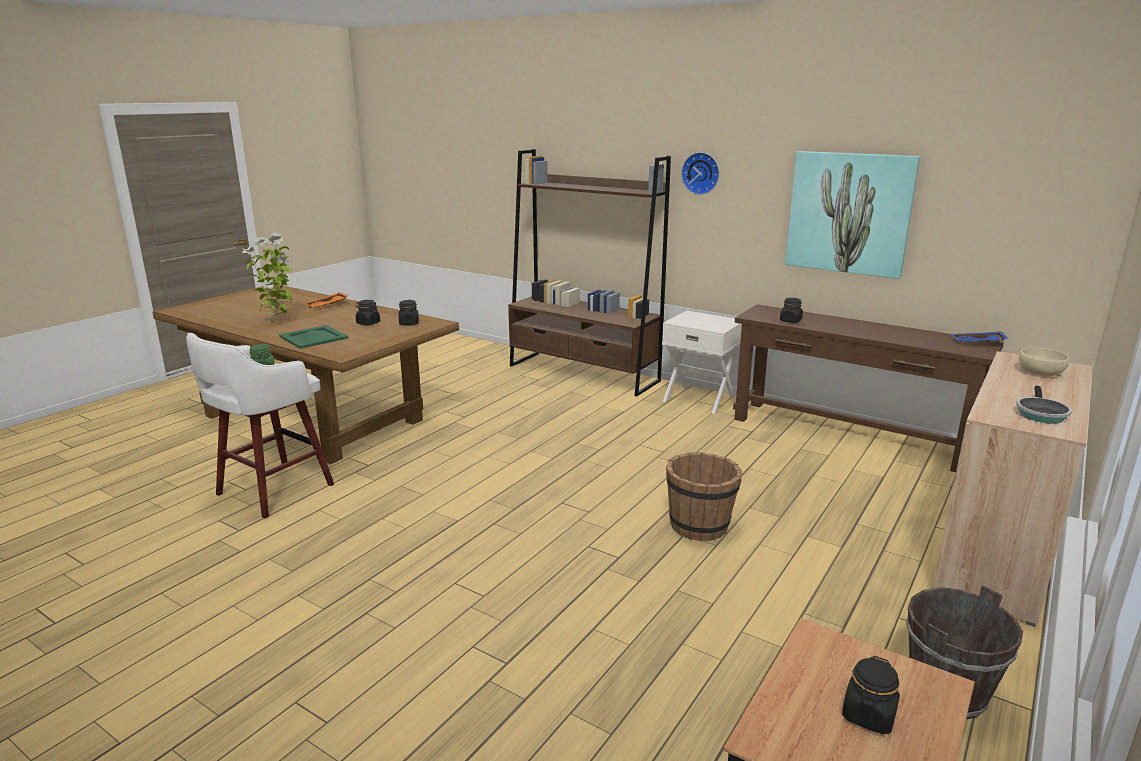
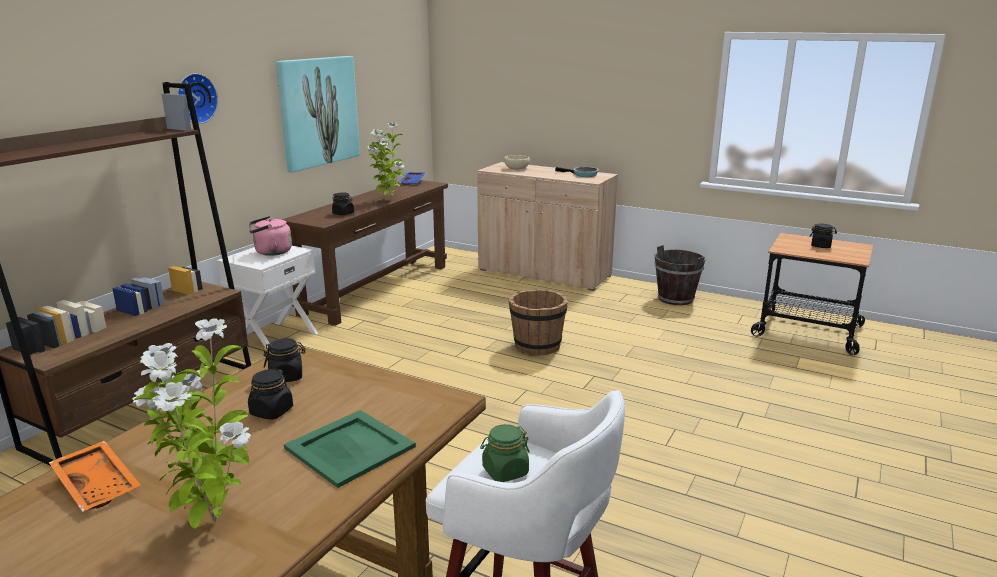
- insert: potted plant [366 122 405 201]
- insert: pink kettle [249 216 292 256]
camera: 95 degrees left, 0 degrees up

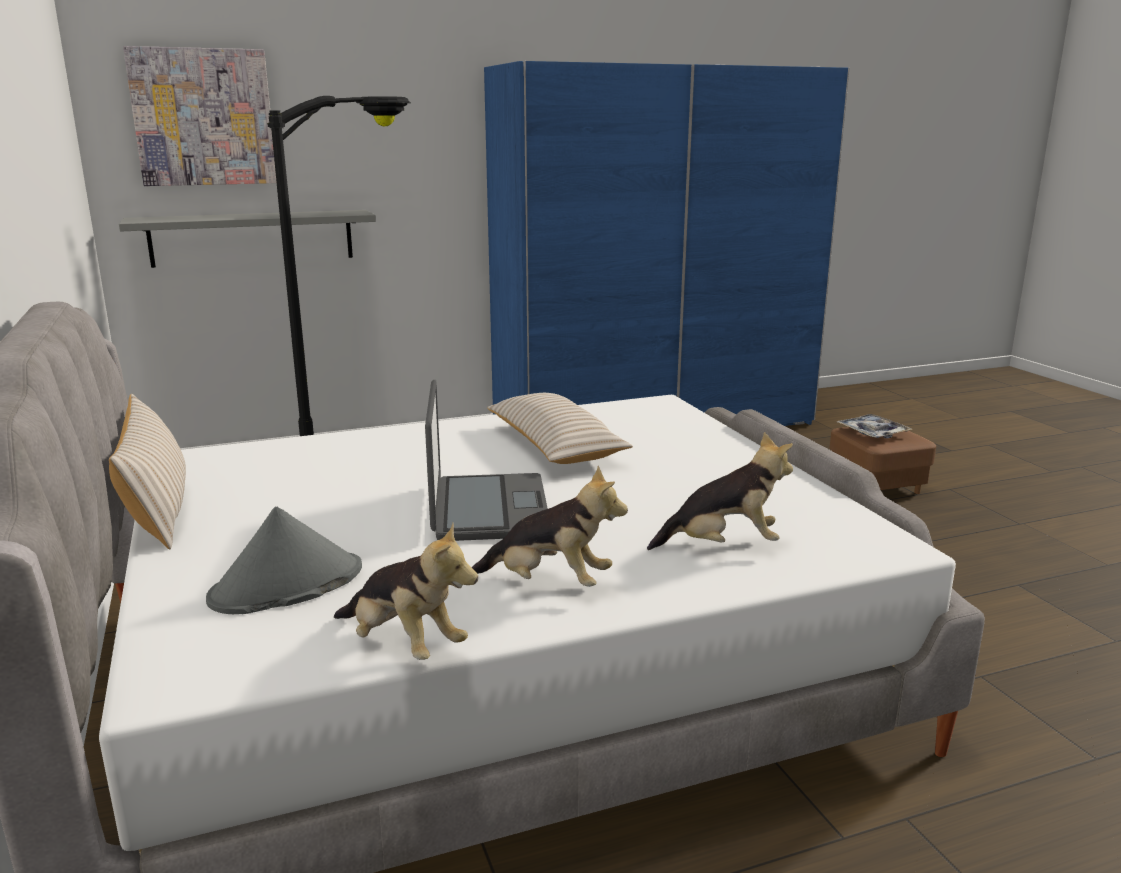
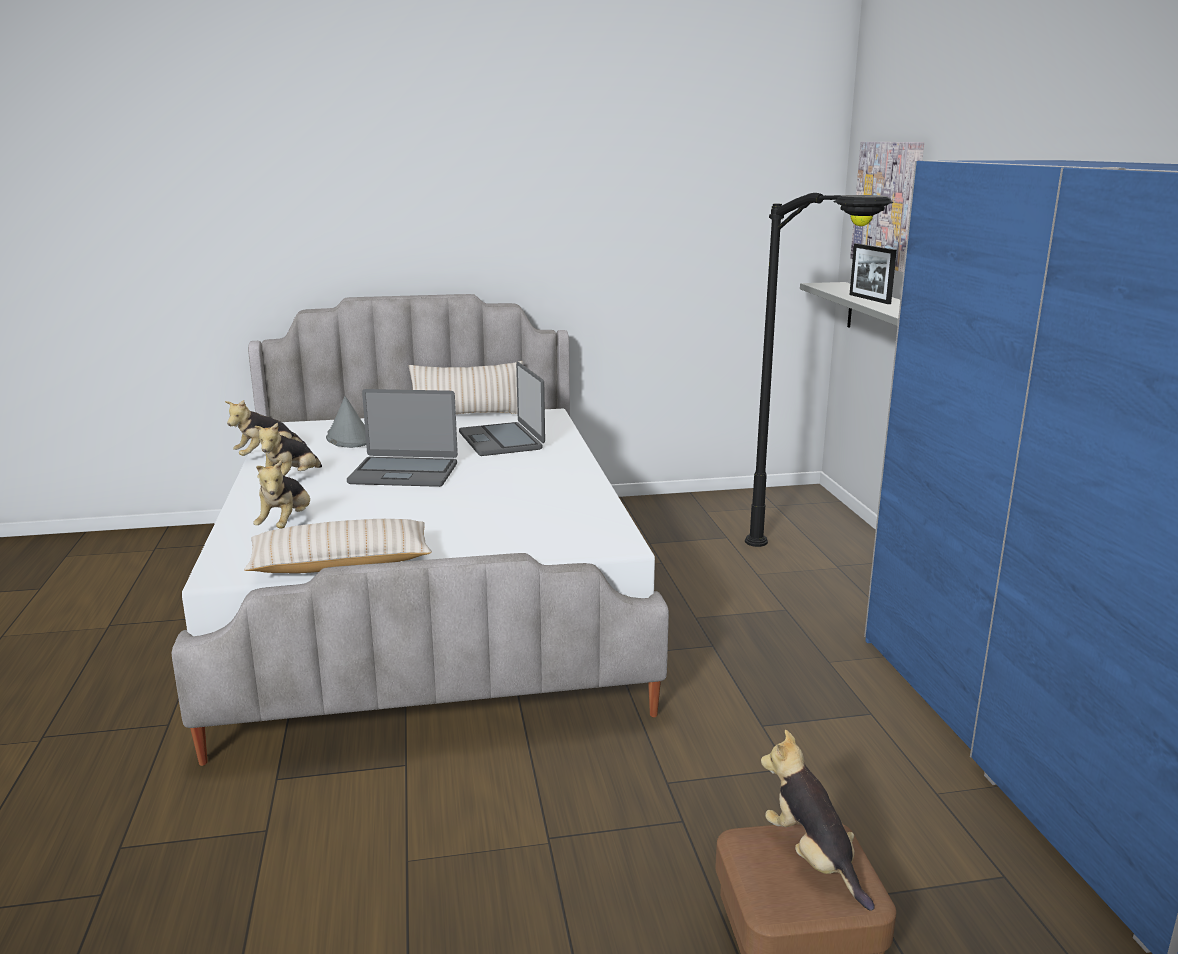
- move: beige pillow [487 393 633 464] to [244 519 432 573]
- replace: tray [837 414 912 439] to plush toy [761 730 875 911]
- insert: picture frame [849 243 897 304]
- insert: laptop [459 362 545 456]
camera: 100 degrees right, 0 degrees up

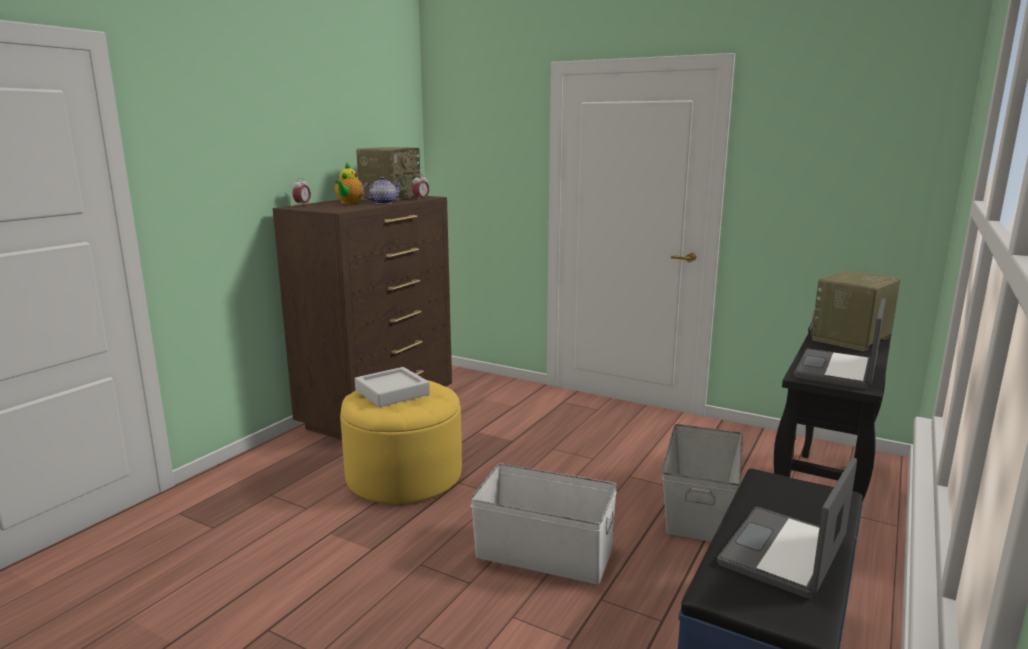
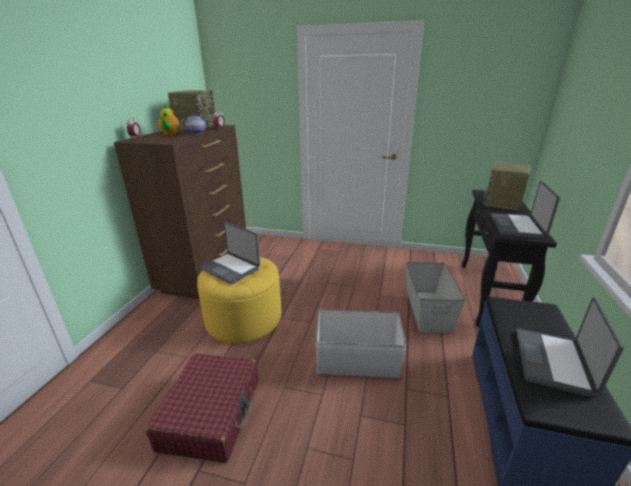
- replace: grey tray [355 367 430 407] to laptop [200 222 260 284]
- insert: red suitcase [146 353 258 463]
camera: 15 degrees left, 10 degrees up

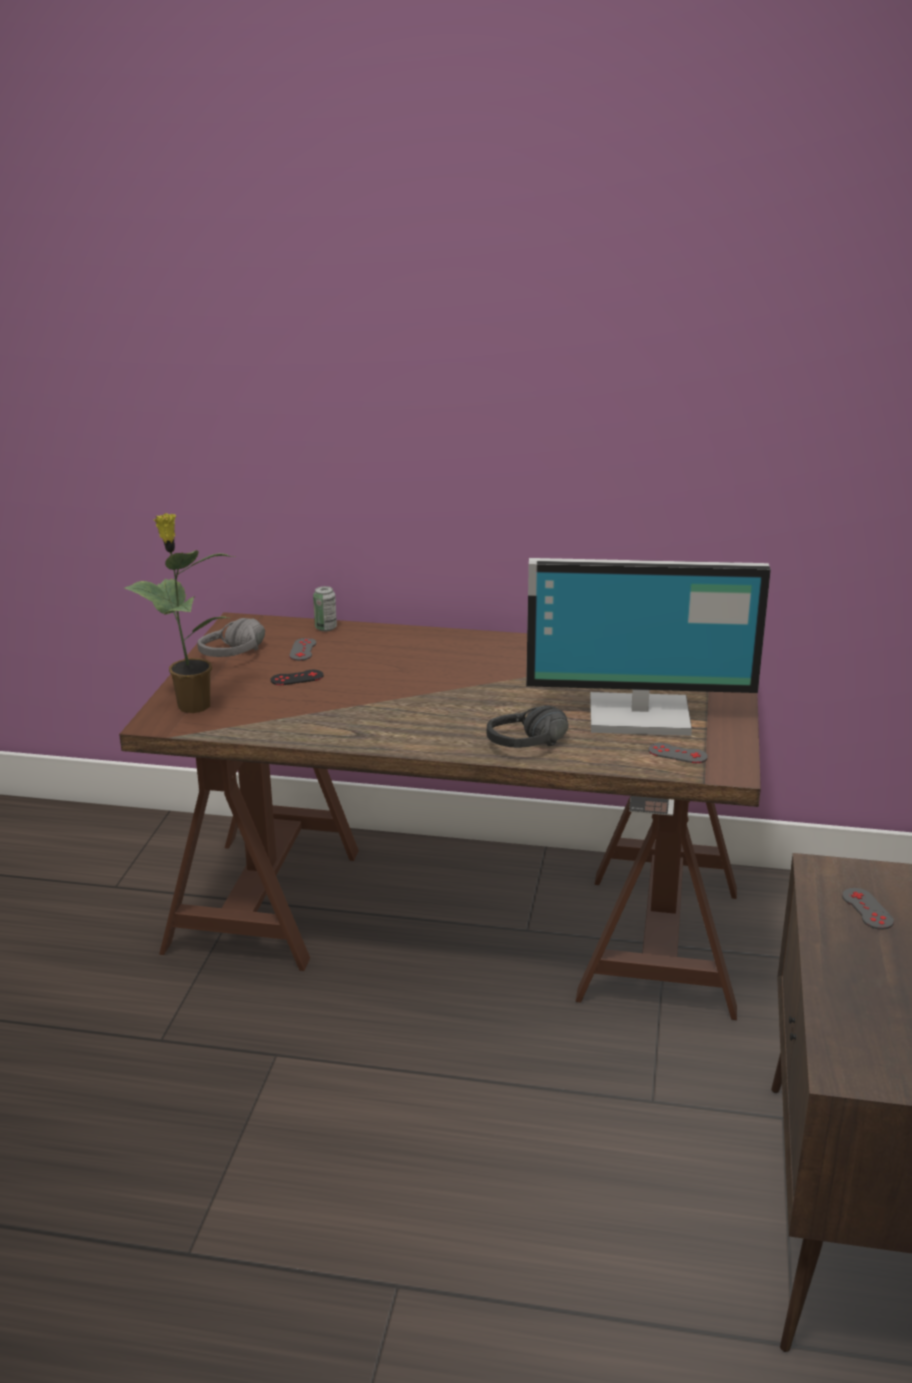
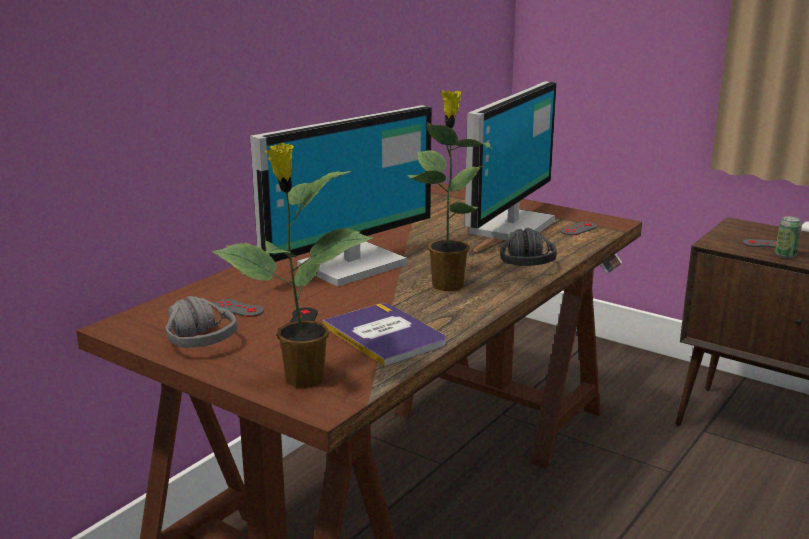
- move: can [313 586 337 632] to [775 216 802 258]
- insert: potted plant [408 90 492 291]
- insert: monitor [250 105 432 287]
- insert: book [323 303 446 366]
camera: 65 degrees left, 5 degrees down

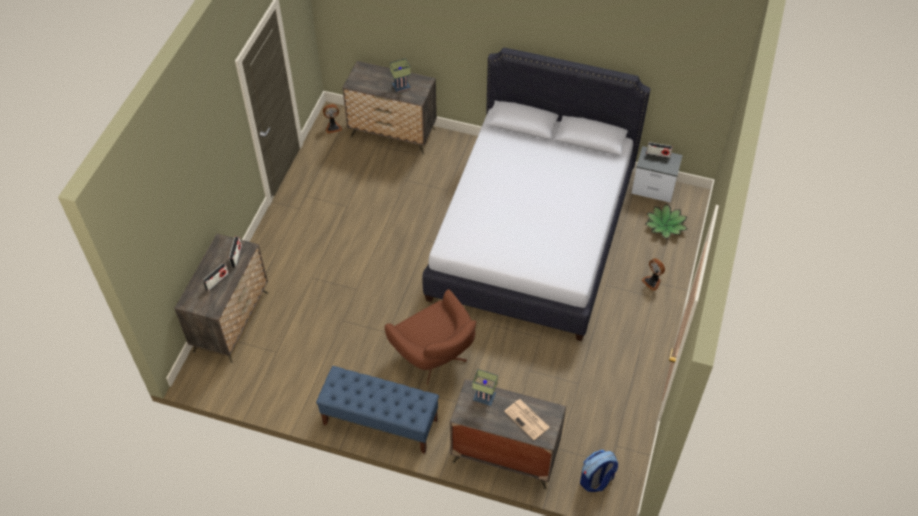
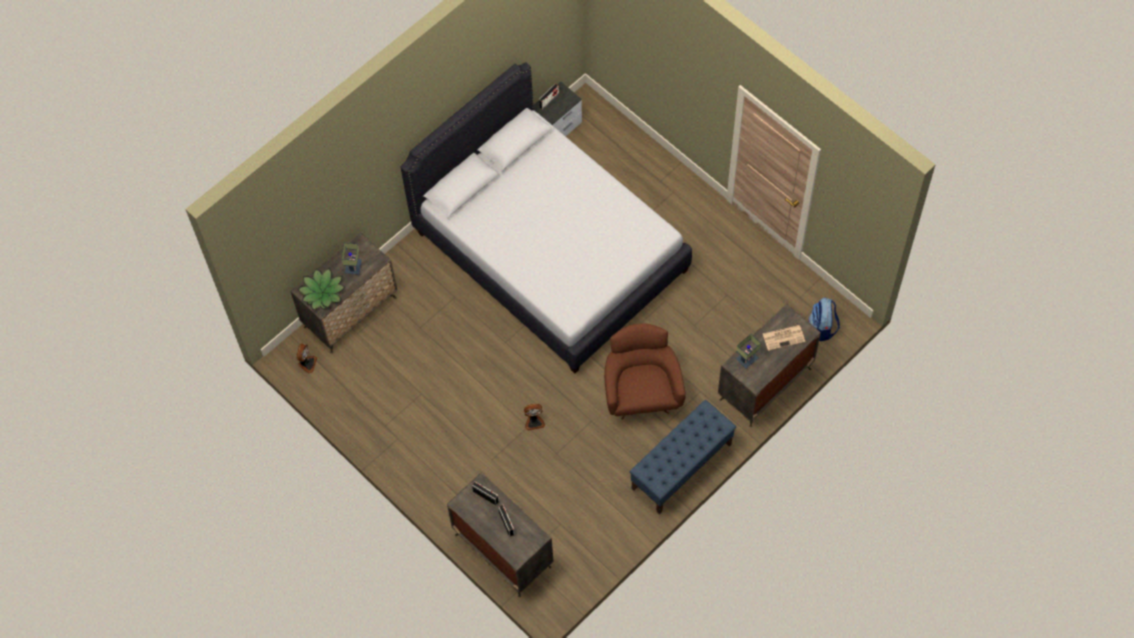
- move: potted plant [646 204 687 239] to [298 268 345 310]
- move: fan [641 258 665 291] to [524 404 545 431]
- rotate: brown armchair [385 290 476 385] = [604 323 686 419] 90 degrees counterclockwise
camera: 60 degrees left, 10 degrees up

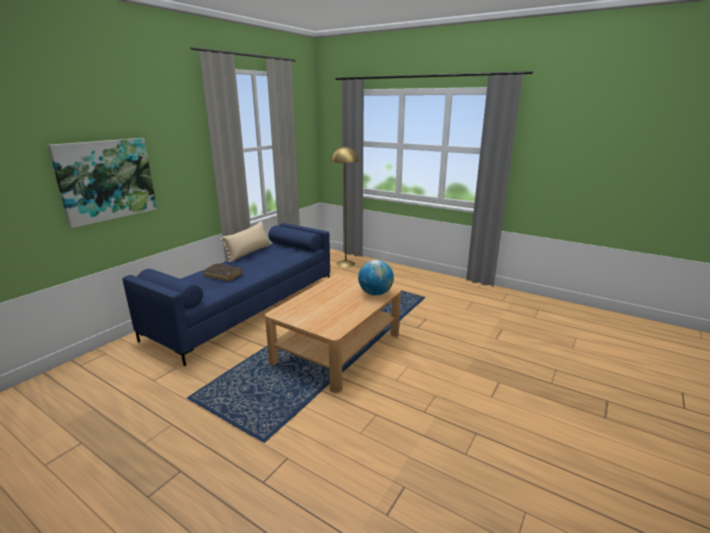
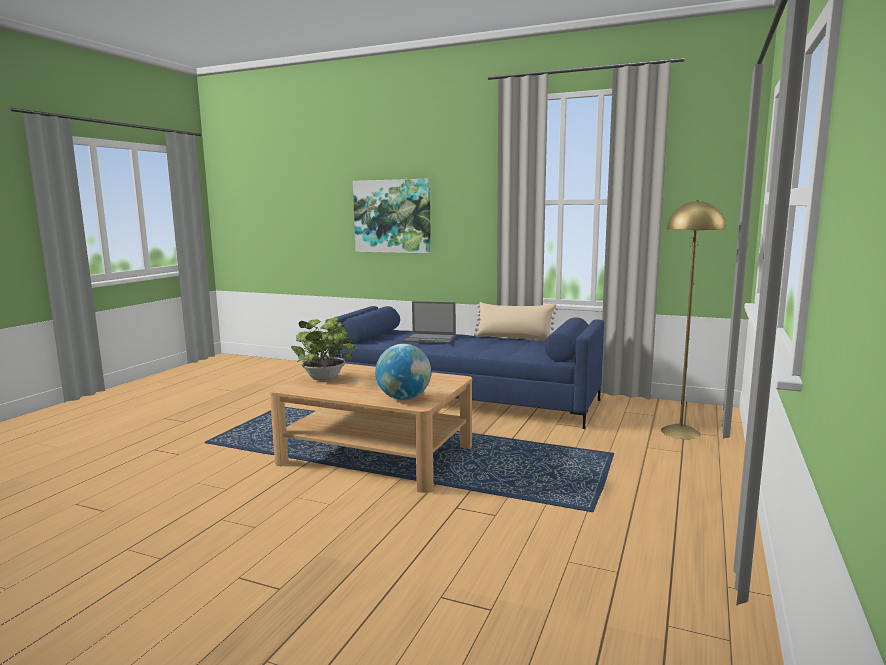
- replace: brown book [203 263 243 282] to laptop [404 301 456 344]
- insert: potted plant [291 316 358 381]
camera: 80 degrees right, 10 degrees down

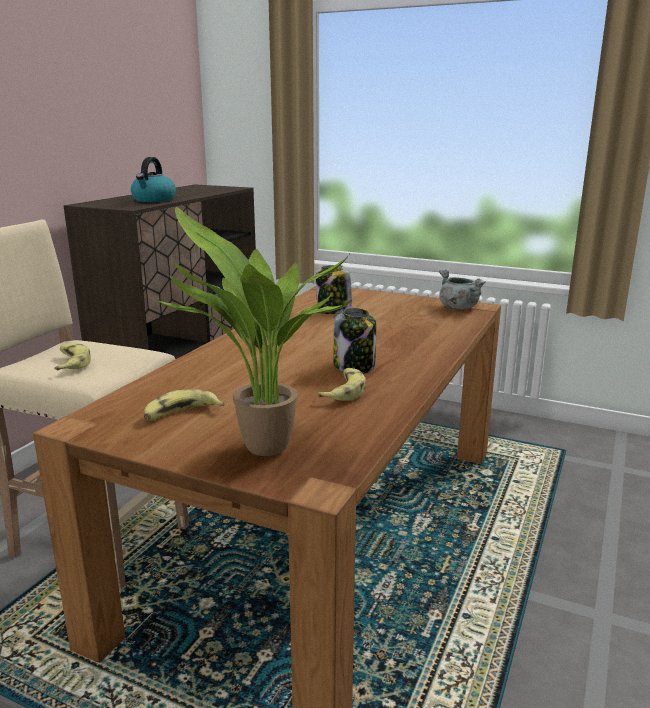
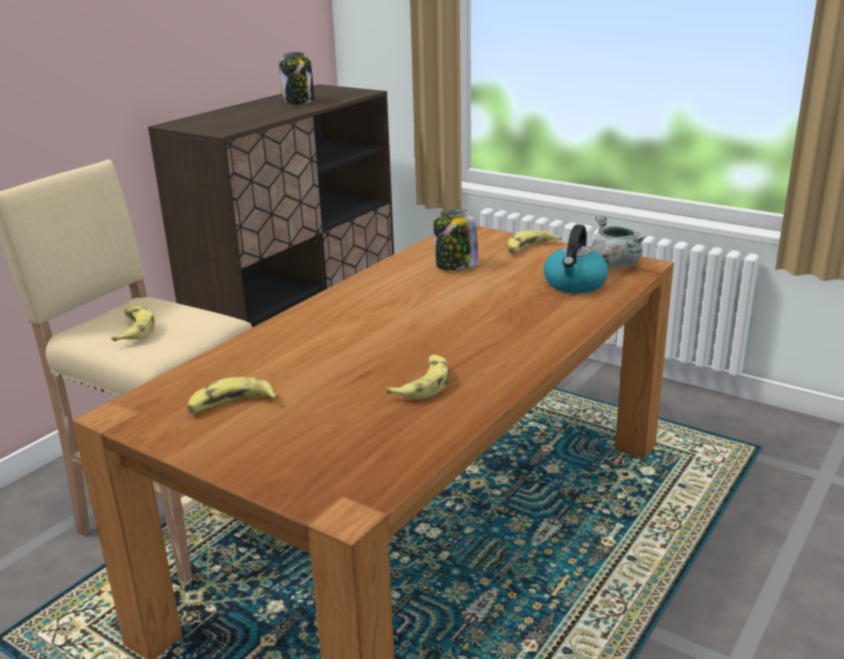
- move: kettle [131 157 176 202] to [544 225 608 293]
- delete: potted plant [152 207 352 456]
- move: jar [333 308 376 373] to [279 52 315 104]
- insert: banana [507 230 562 254]
camera: 10 degrees right, 5 degrees up

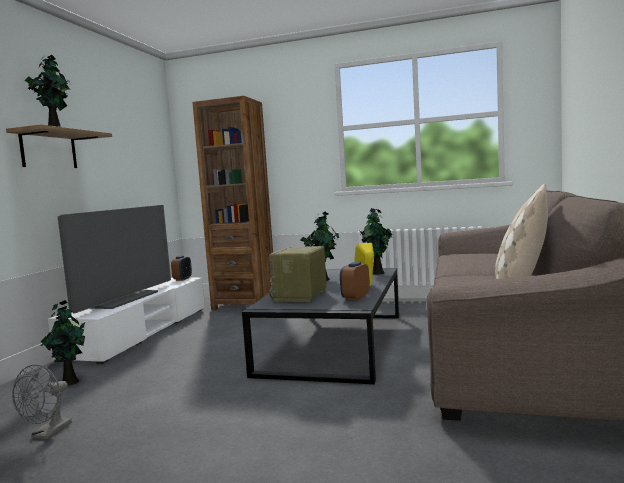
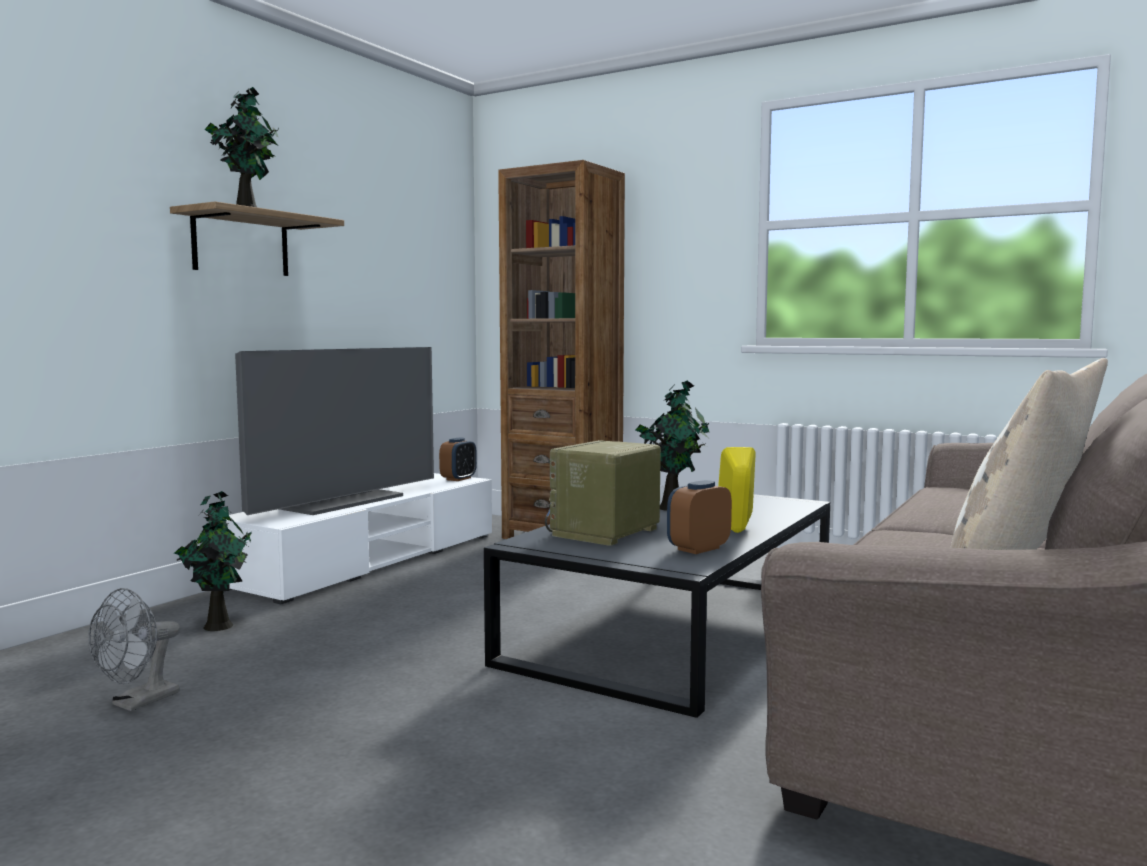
- delete: potted plant [359 208 394 275]
camera: 15 degrees right, 0 degrees up

